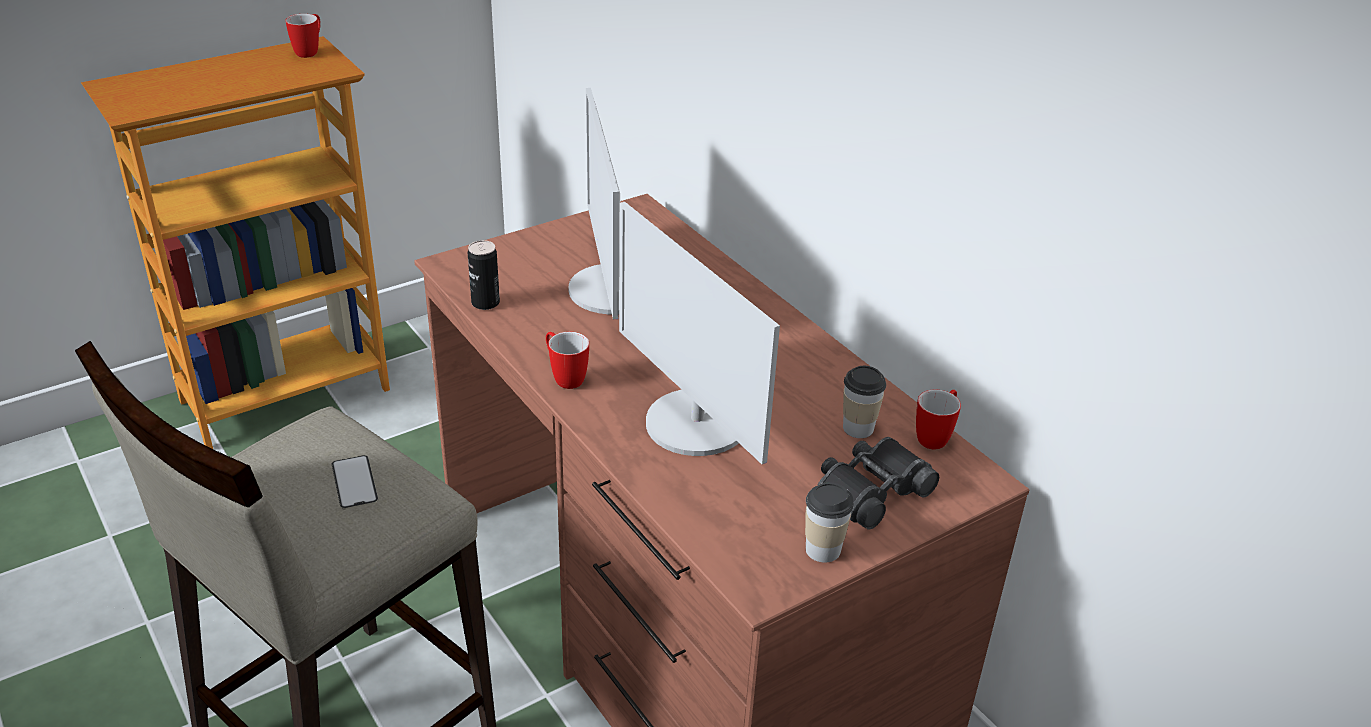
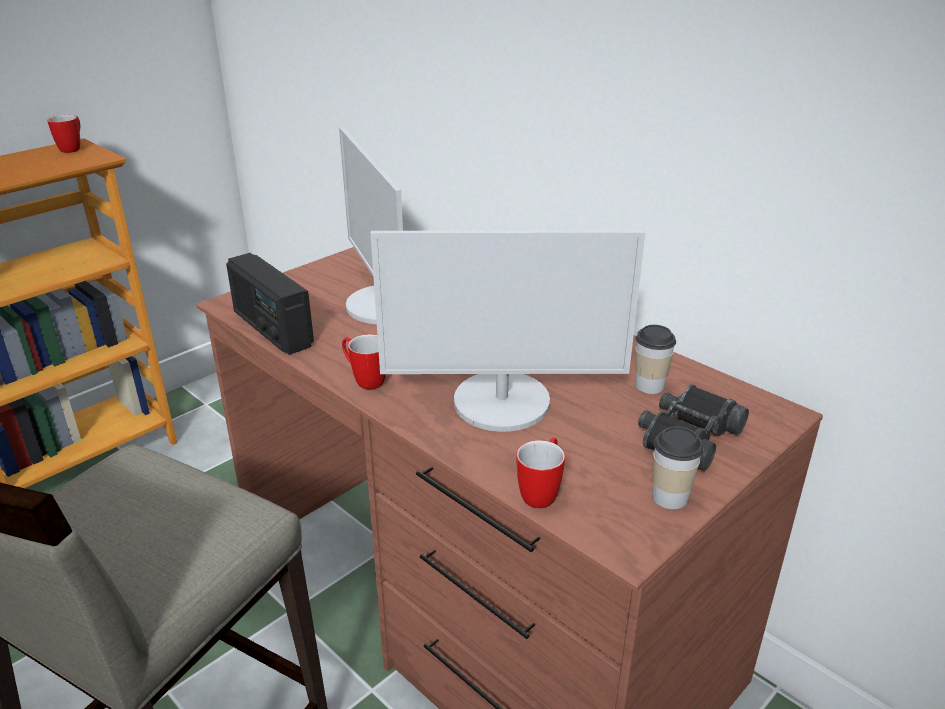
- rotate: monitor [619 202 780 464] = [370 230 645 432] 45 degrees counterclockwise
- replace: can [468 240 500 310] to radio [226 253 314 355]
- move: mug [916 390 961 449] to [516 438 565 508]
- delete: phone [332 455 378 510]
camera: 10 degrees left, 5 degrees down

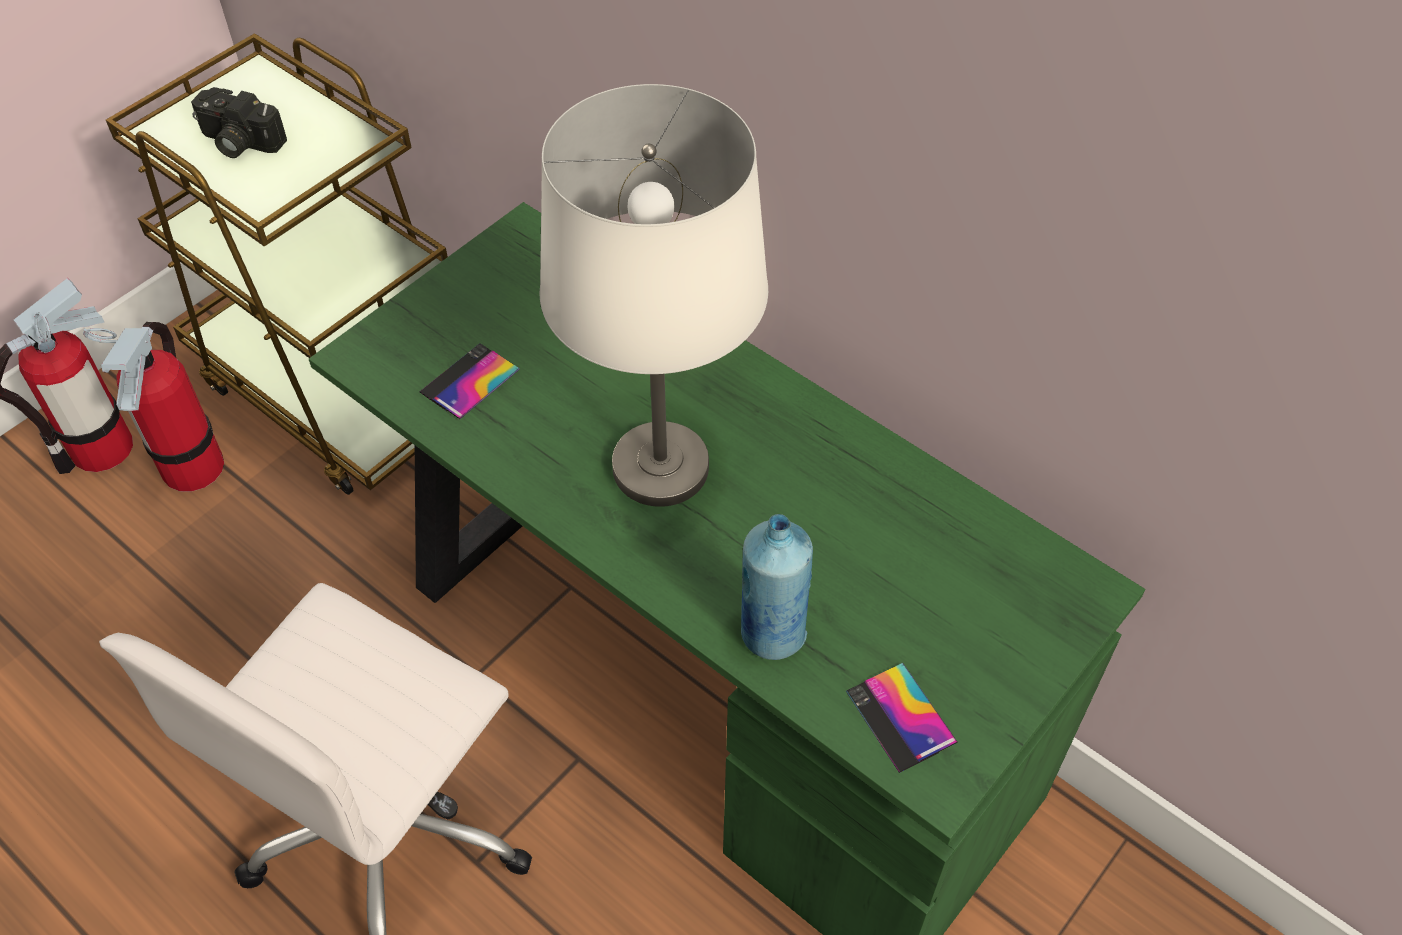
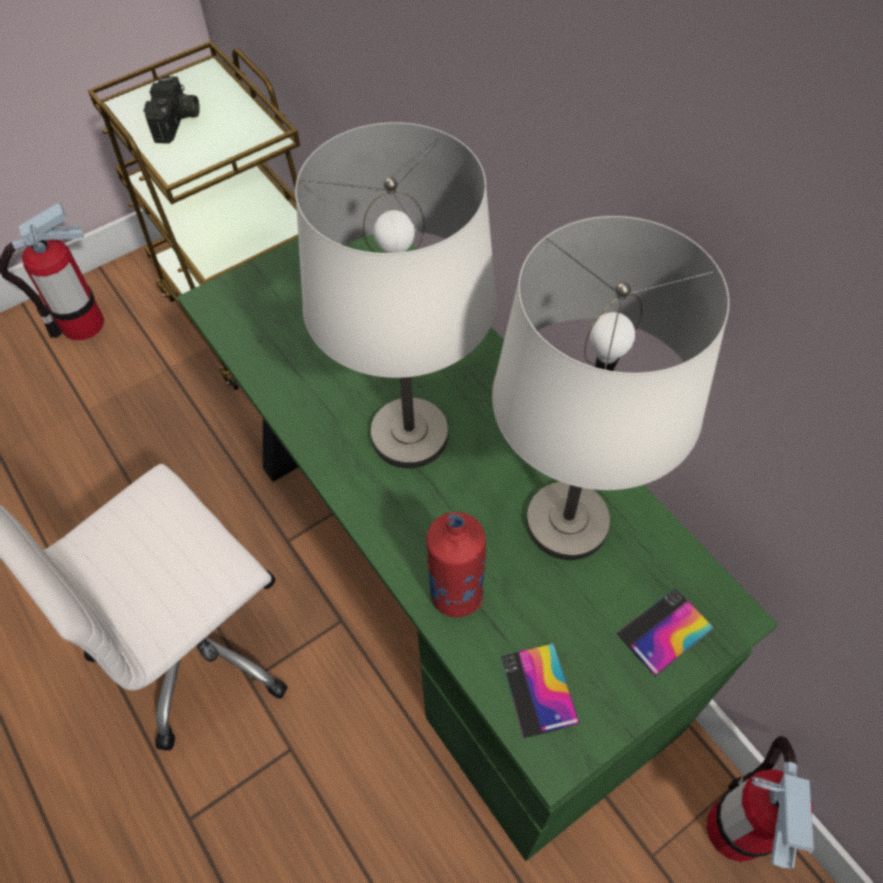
- rotate: photo camera [191 87 287 158] = [143 76 200 144] 120 degrees counterclockwise
- move: fire extinguisher [83 322 224 491] to [706 736 814 869]
- move: phone [420 343 520 419] to [617 588 714 676]
- recolor: blue bottle [741 514 813 660] to red bottle [426 512 487 617]
- insert: white table lamp [492 216 729 560]
camera: 15 degrees right, 5 degrees up

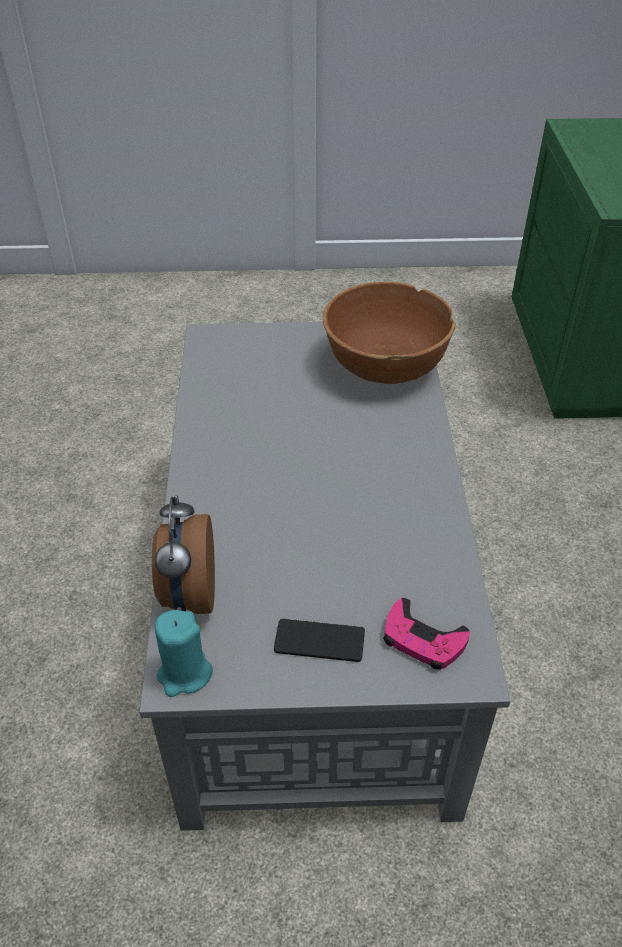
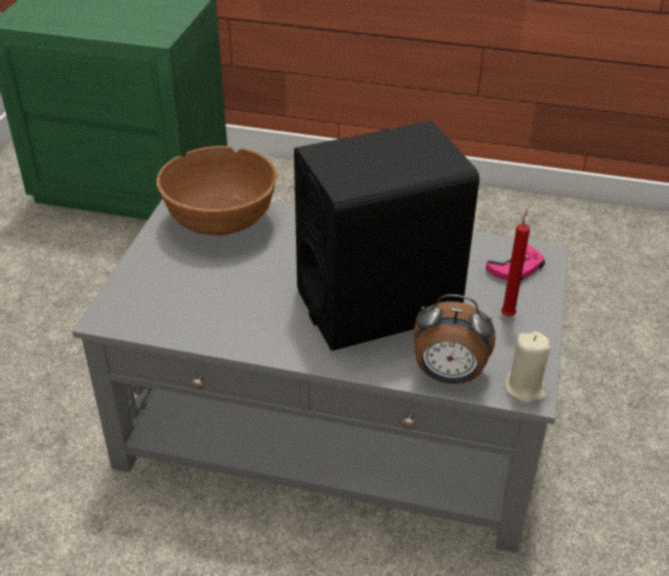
- recolor: turquoise candle [155 610 213 697] to beige candle [505 331 550 403]
- replace: phone [274 619 365 662] to red candle [501 209 530 316]
- insert: black speaker [294 121 480 351]
camera: 75 degrees left, 5 degrees down

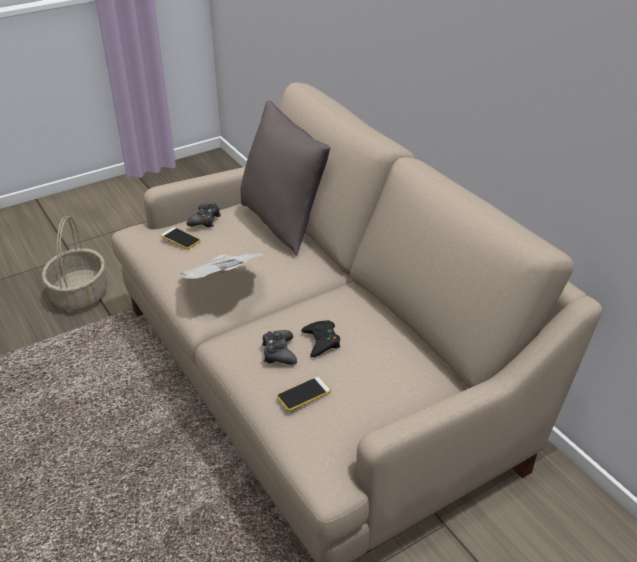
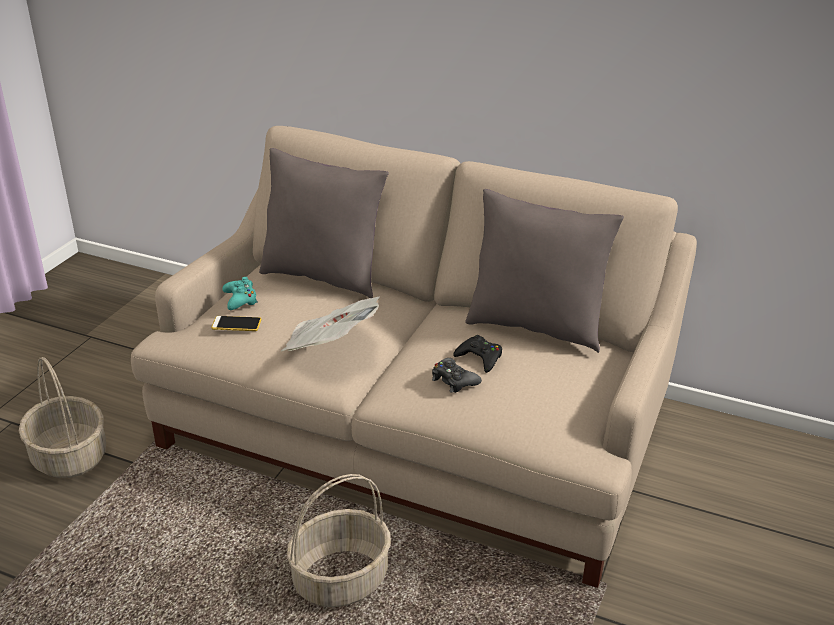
- recolor: black game controller [187 203 221 228] to turquoise game controller [222 277 258 310]
- delete: phone [277 377 331 411]
- insert: grey pillow [465 189 624 353]
- insert: basket [287 474 391 607]
camera: 35 degrees left, 5 degrees down

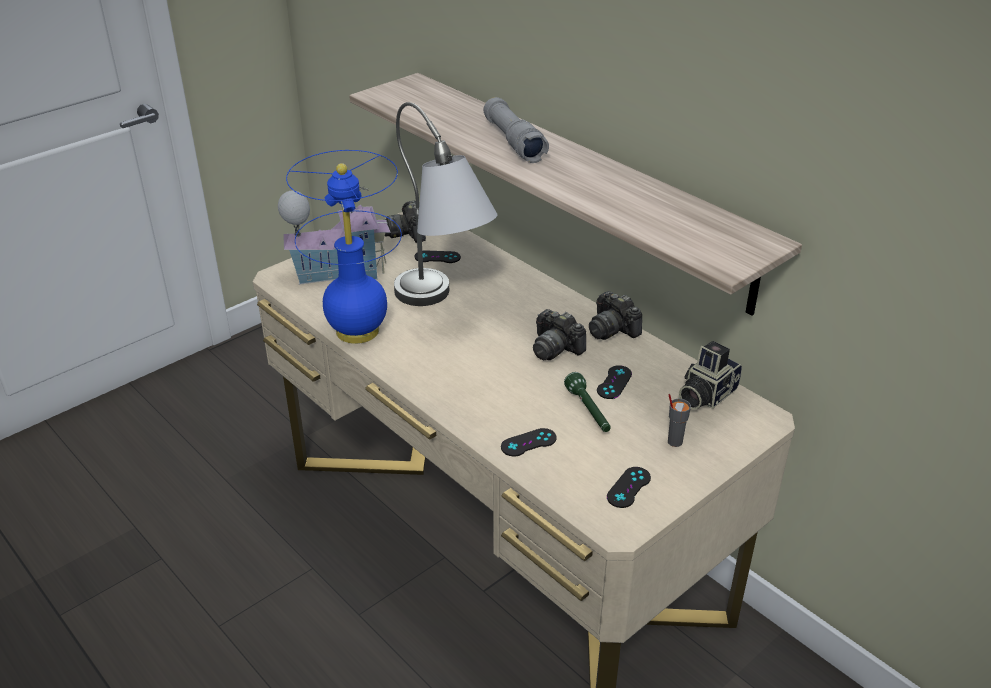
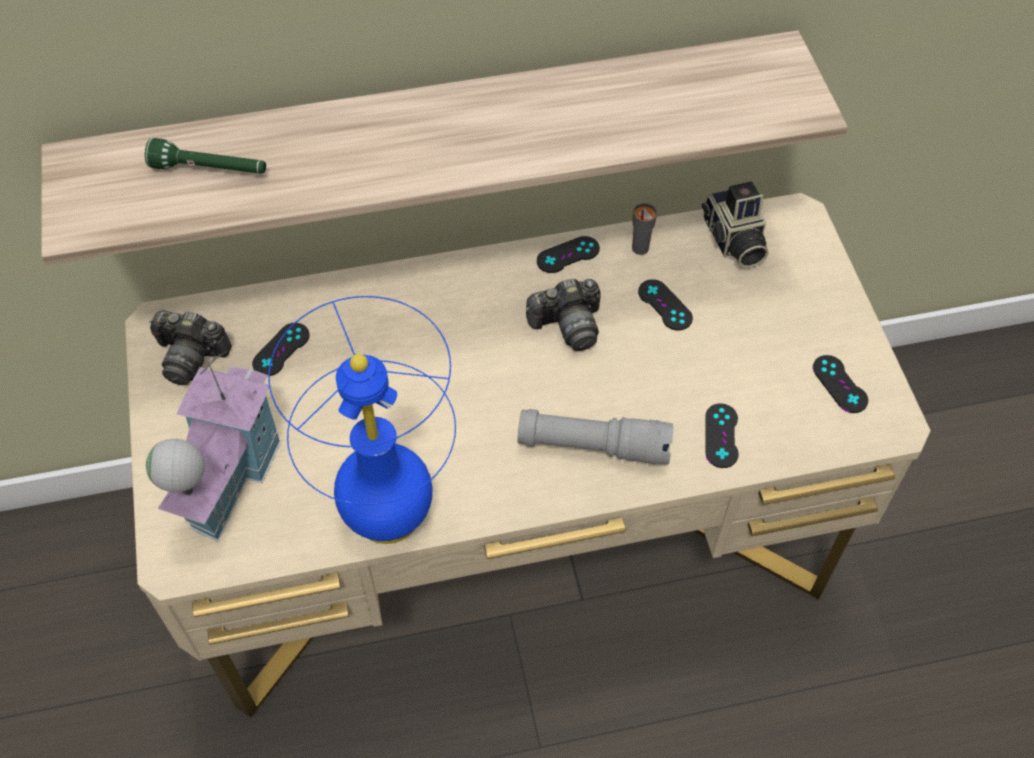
- move: grey flashlight [484 97 549 163] to [518 409 673 465]
- delete: grey table lamp [394 102 497 306]
- replace: photo camera [589 291 642 340] to black game controller [537 236 600 273]
- move: green flashlight [564 372 611 432] to [145 138 266 174]
- move: grey cup [668 394 691 447] to [632 203 657 255]
camera: 60 degrees left, 20 degrees up

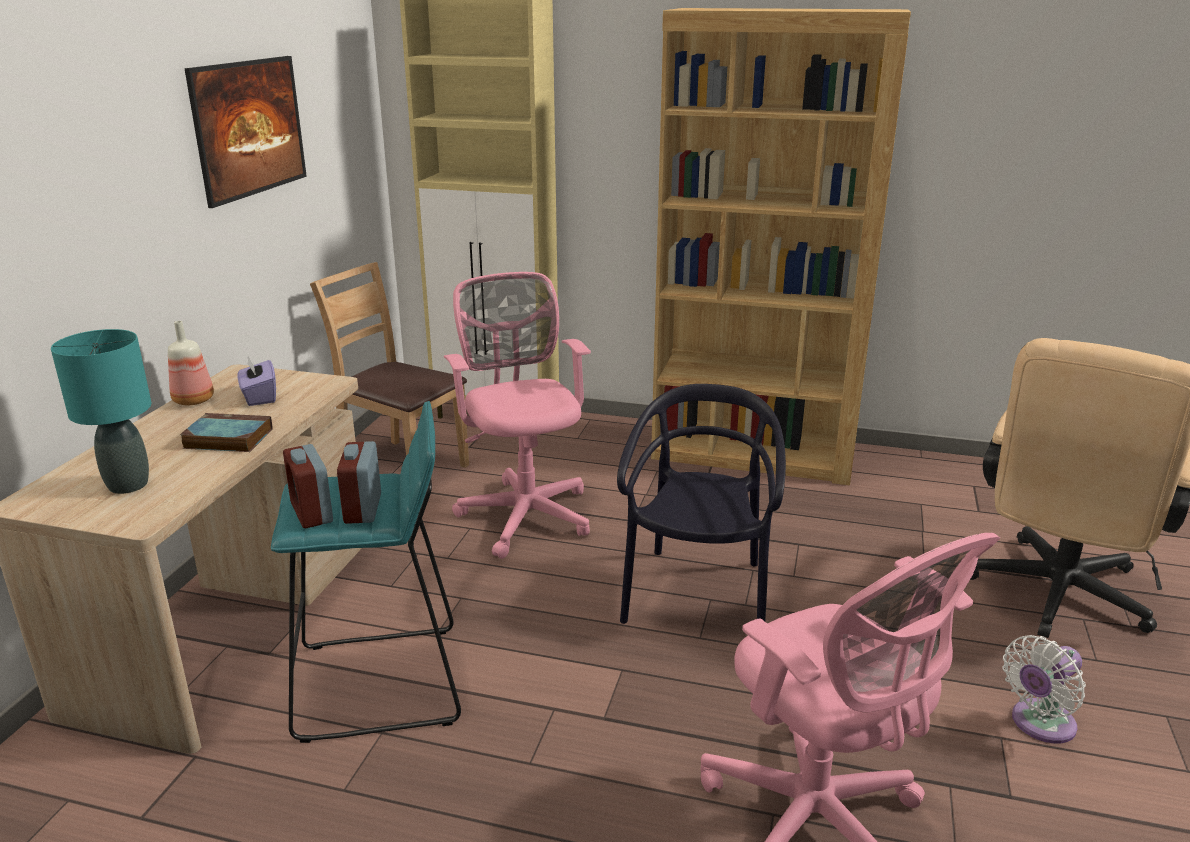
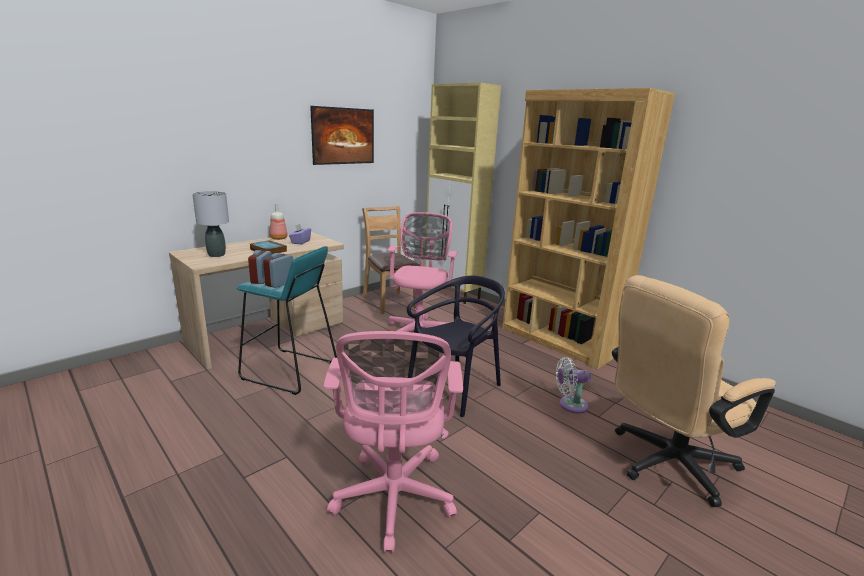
- recolor: turquoise table lamp [51 329 151 494] to grey table lamp [192 191 229 257]
- move: white fan [1002 635 1086 743] to [556 357 591 414]
camera: 30 degrees right, 5 degrees down

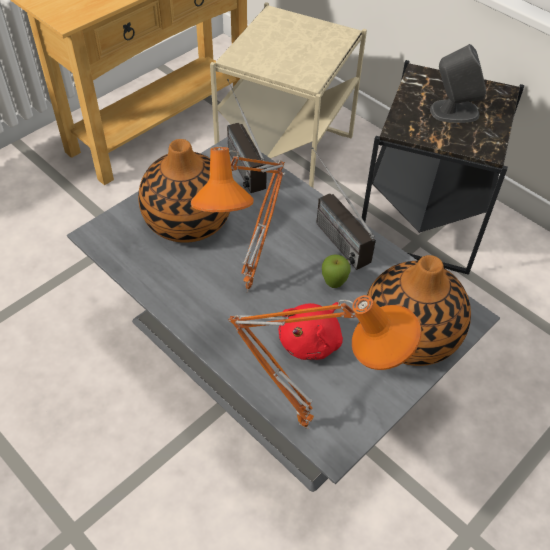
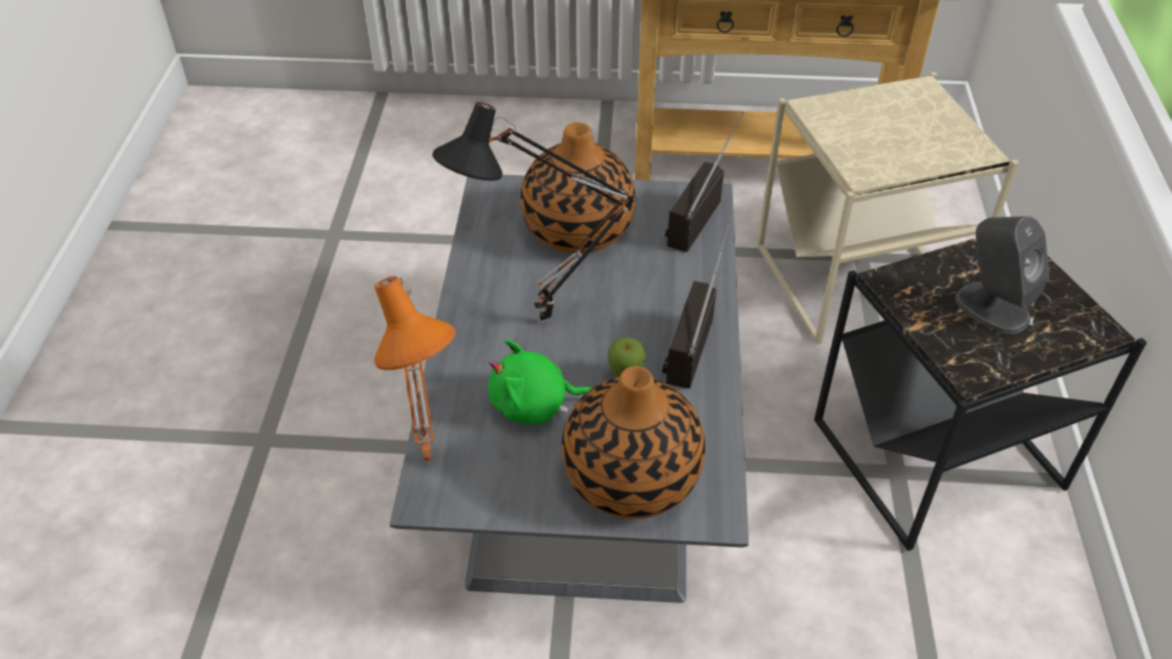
- recolor: orange table lamp [191 147 285 293] to black table lamp [432 102 637 324]
- recolor: red plush toy [278 302 343 360] to green plush toy [488 339 592 425]
camera: 50 degrees right, 5 degrees down

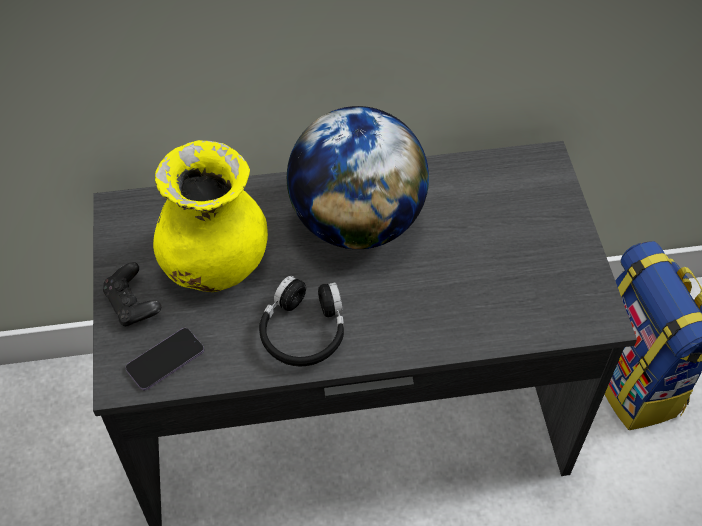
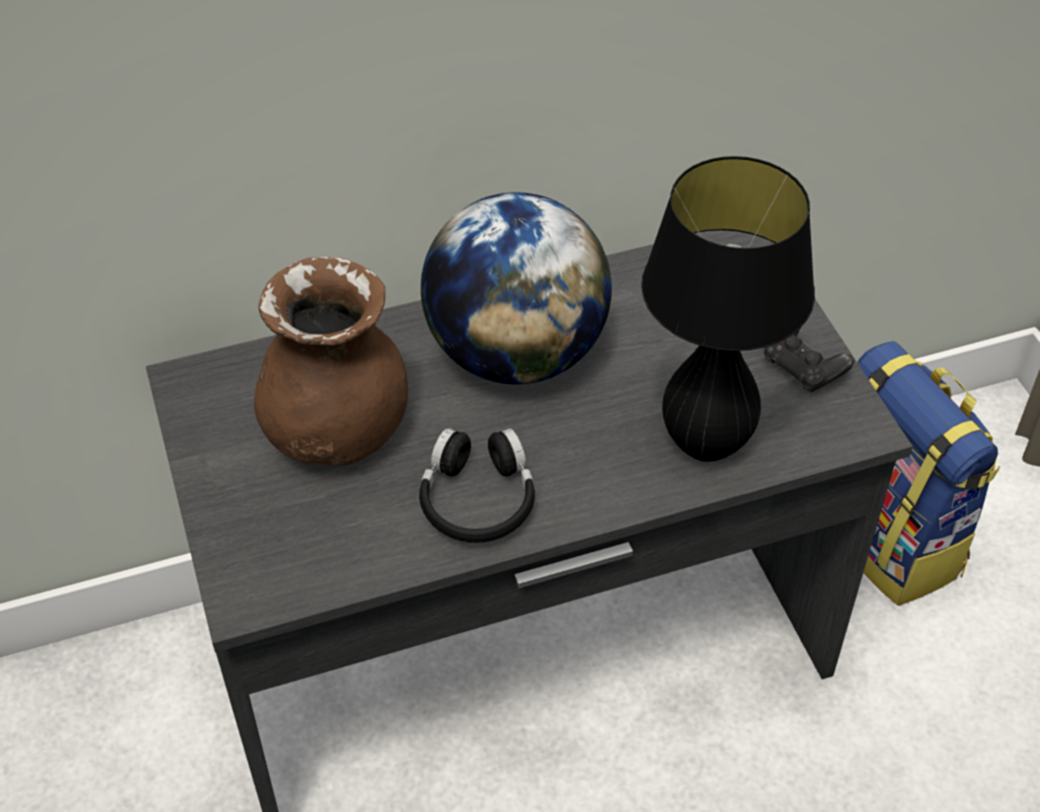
- recolor: yellow vase [153 140 268 292] to brown vase [254 257 408 466]
- move: black game controller [103 262 161 326] to [764 329 854 392]
- delete: phone [125 328 204 390]
- insert: black table lamp [641 156 815 462]
camera: 10 degrees left, 5 degrees down

